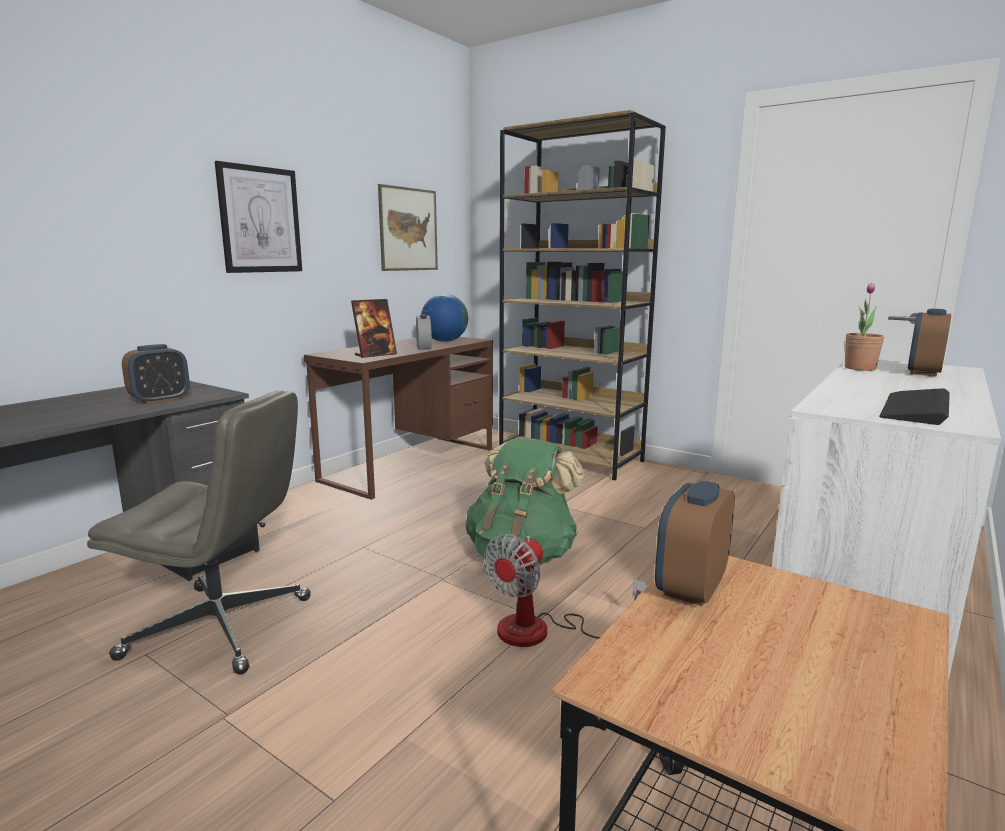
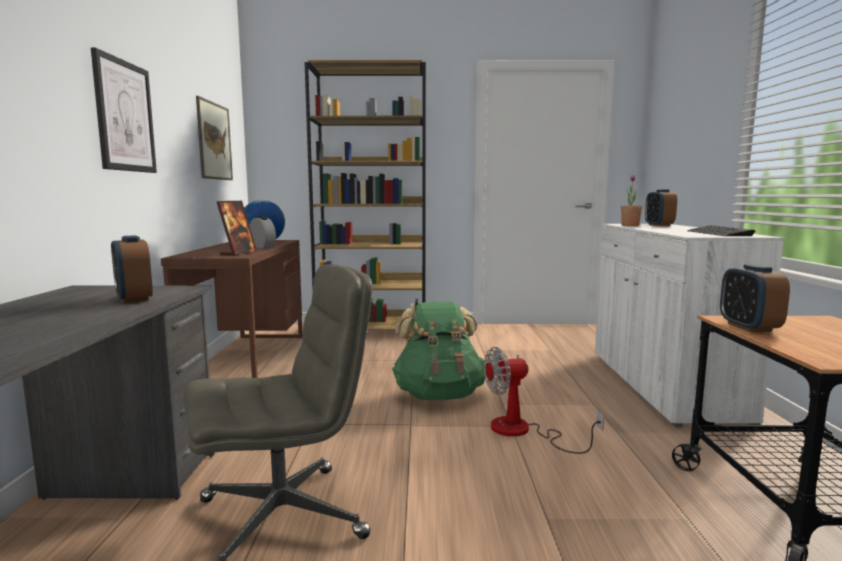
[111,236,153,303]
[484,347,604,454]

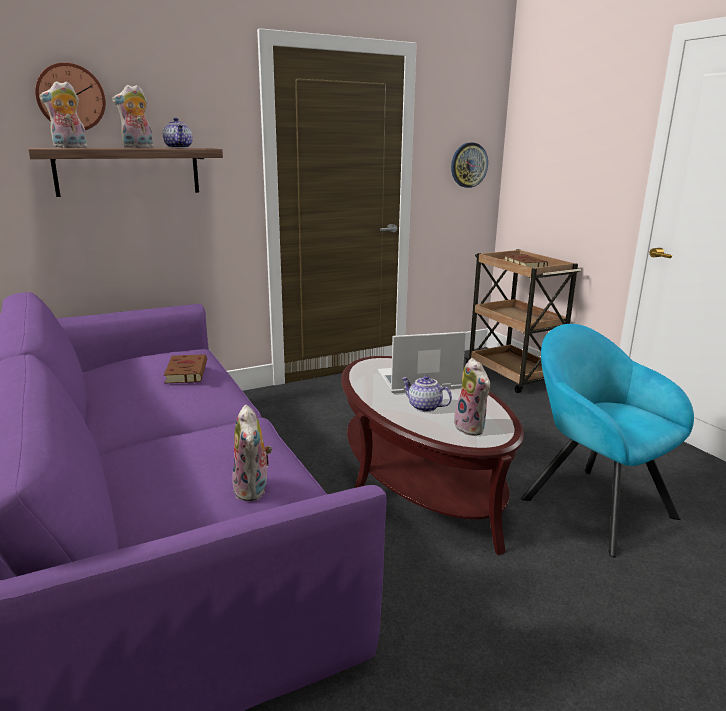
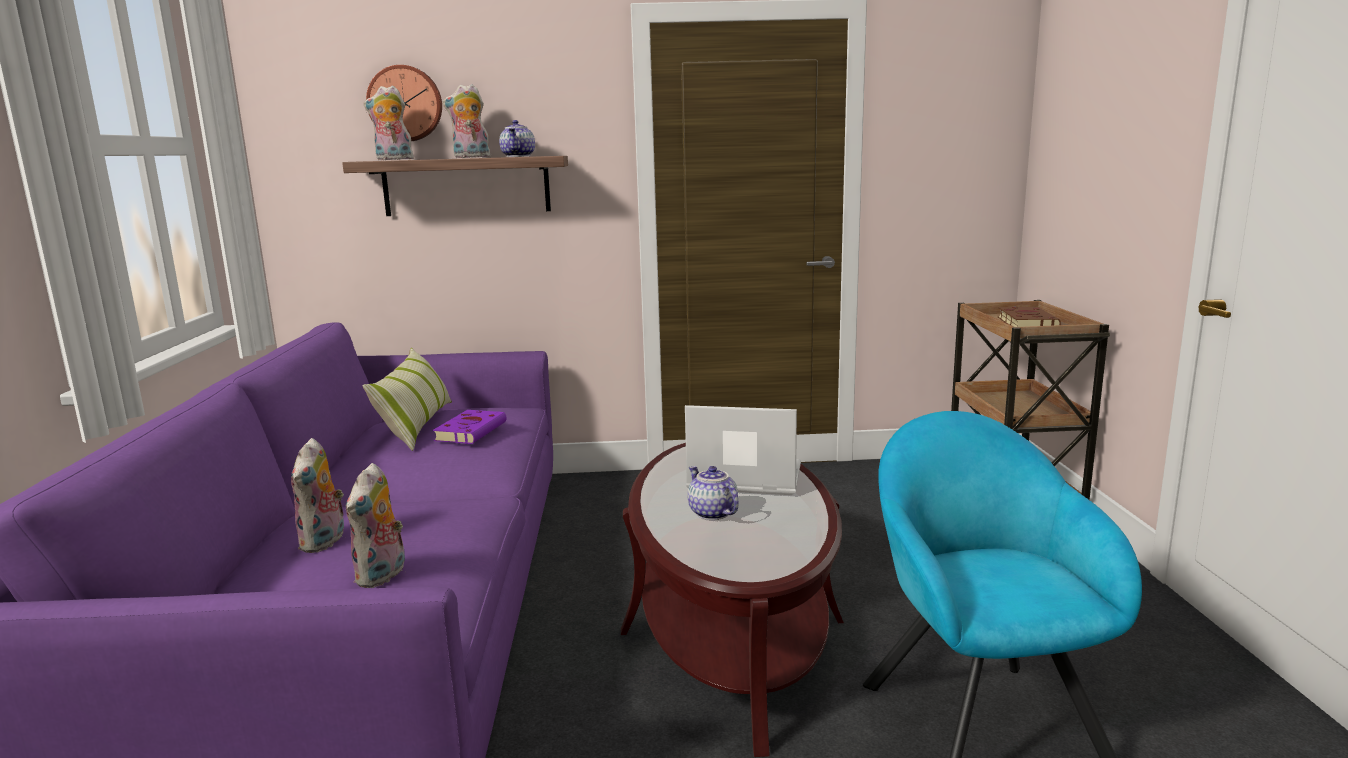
[451,143,488,188] (first image)
[362,348,452,451]
[291,438,344,553]
[433,410,507,444]

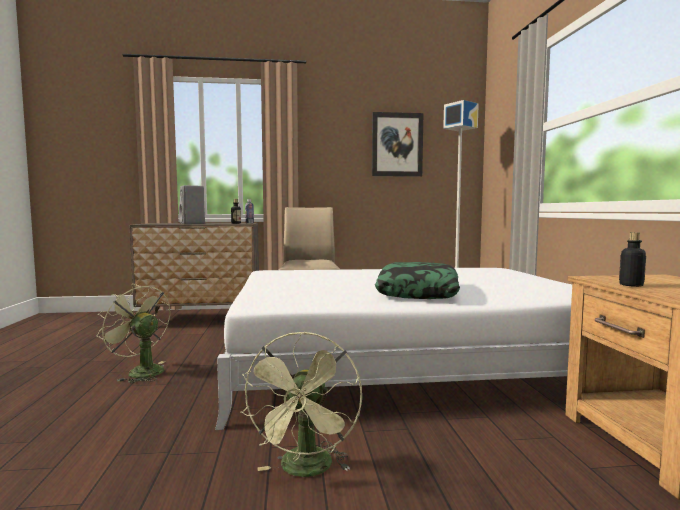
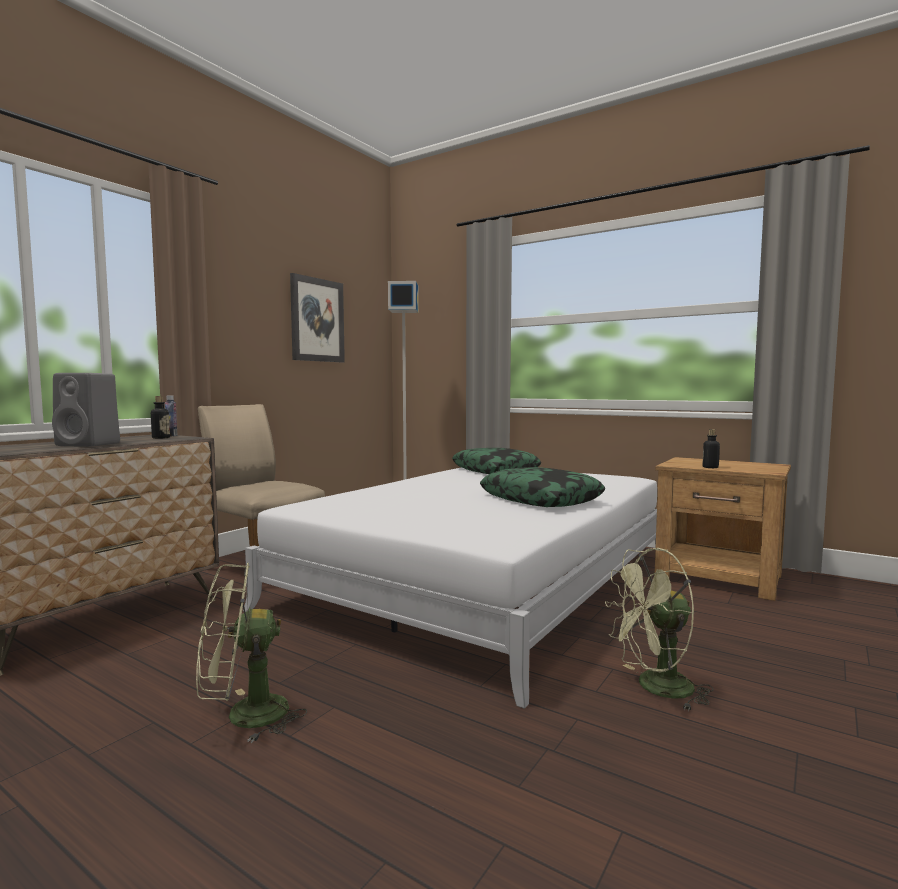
[452,448,541,474]
[605,548,714,711]

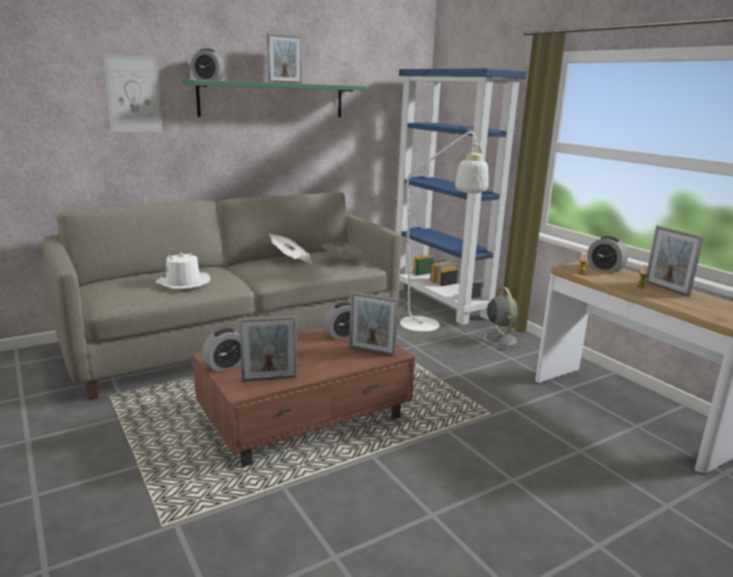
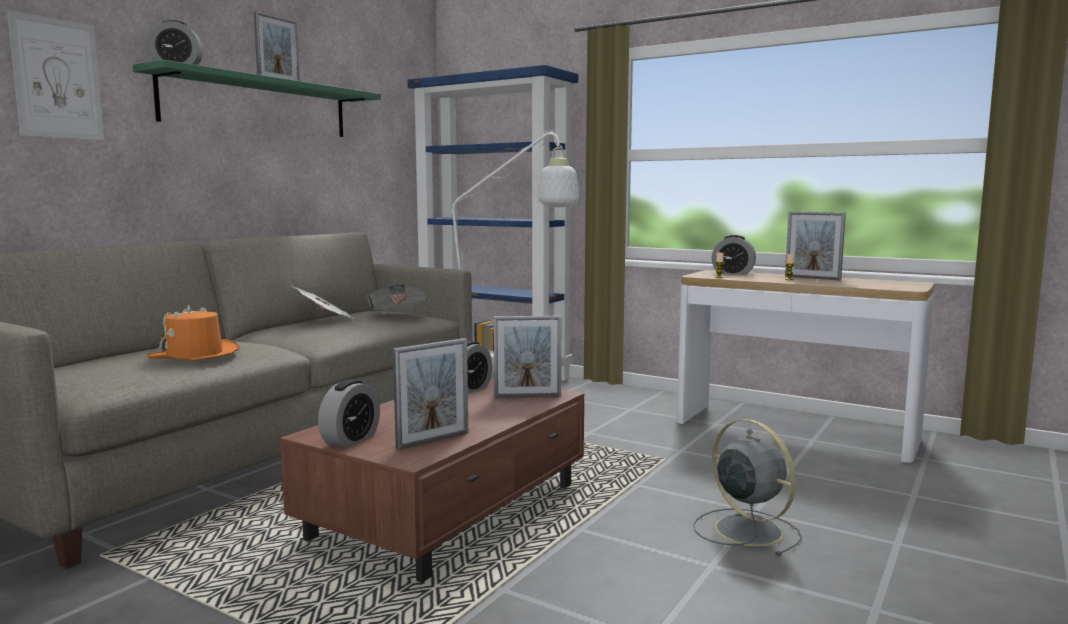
[693,419,802,556]
[147,304,240,361]

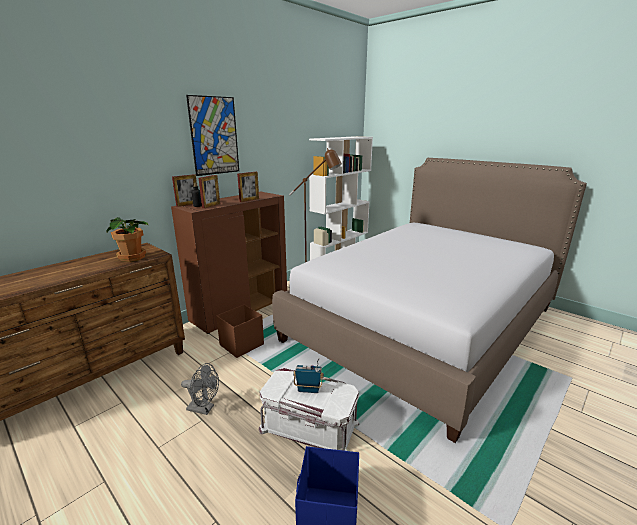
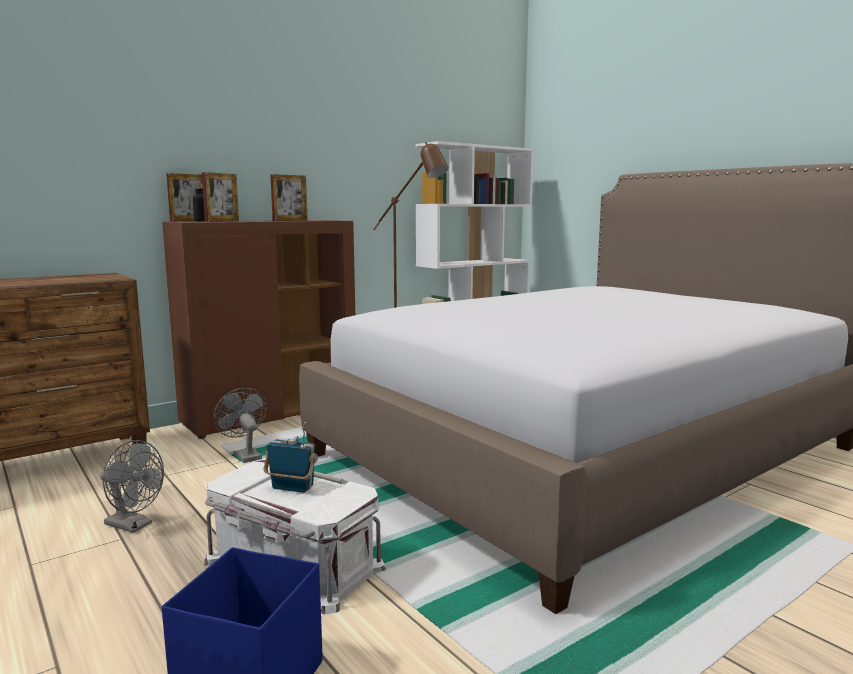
[106,217,149,262] (first image)
[186,95,239,176] (first image)
[213,388,267,463]

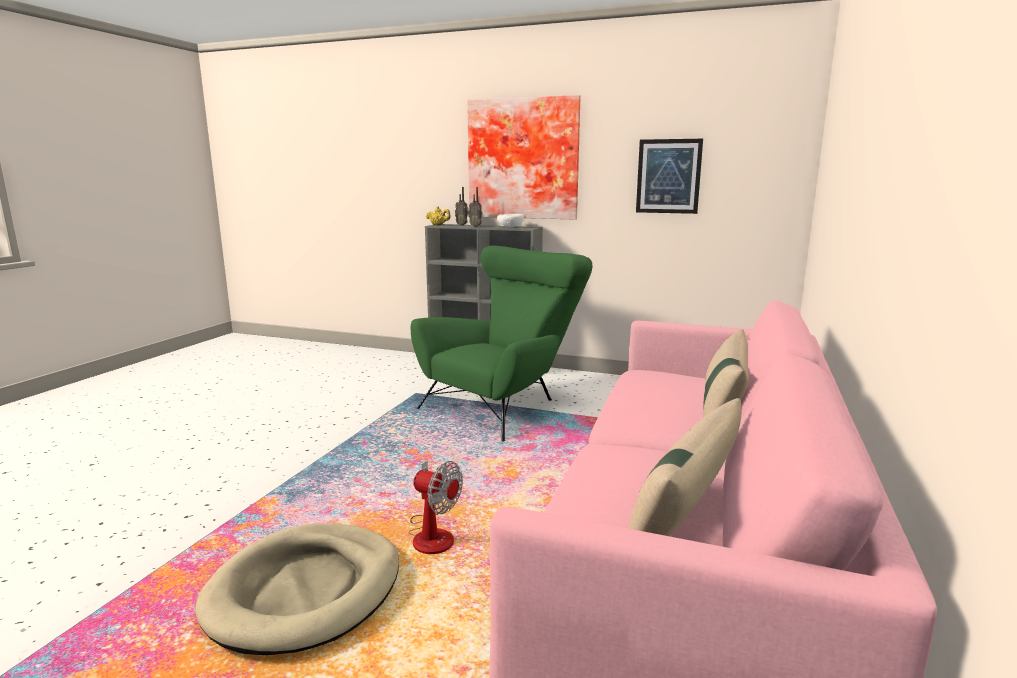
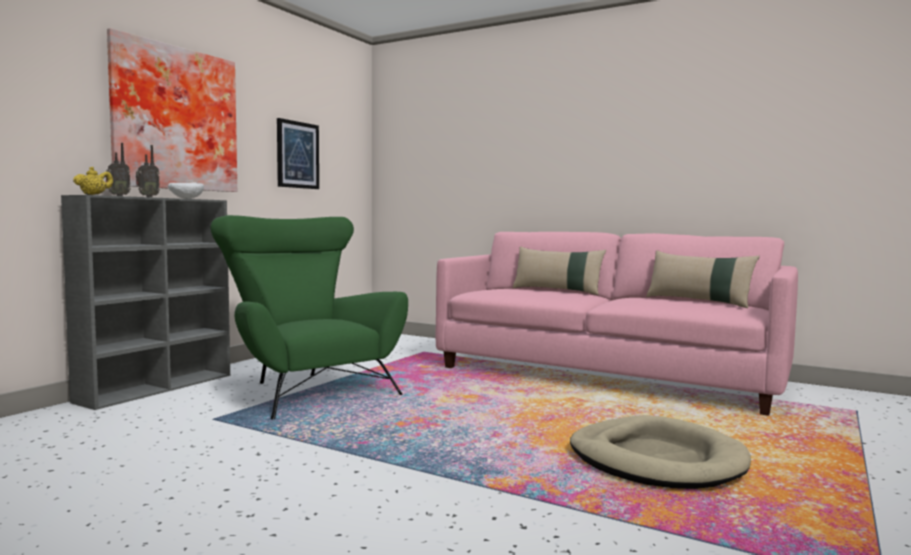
[409,461,463,554] (first image)

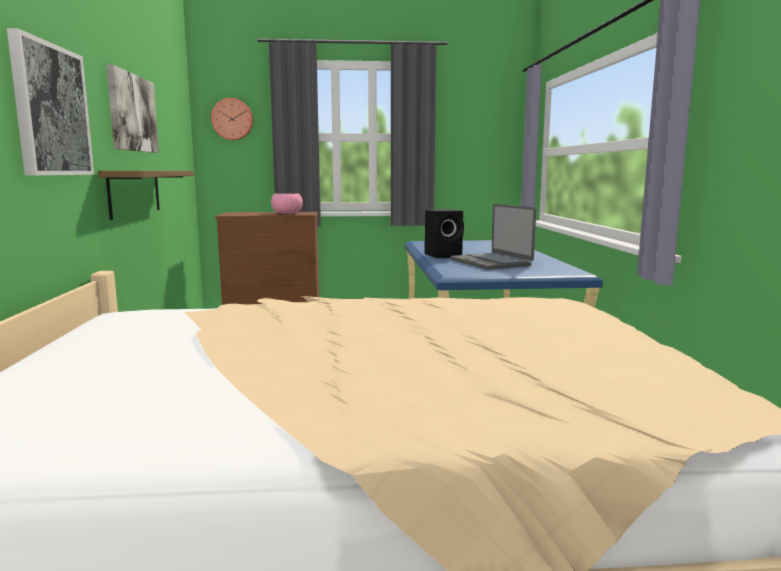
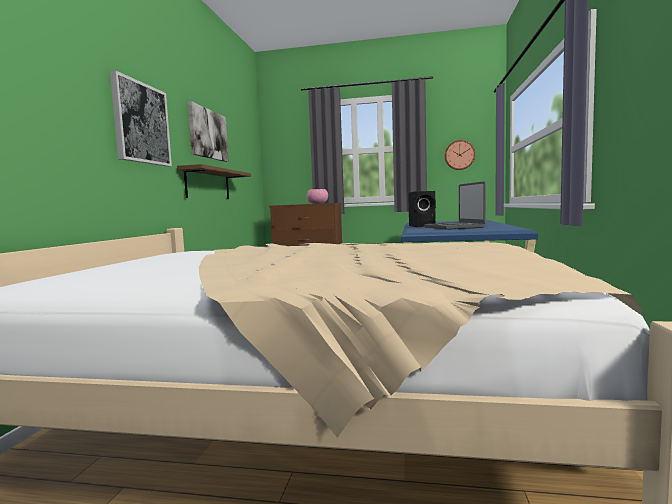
[445,140,475,170]

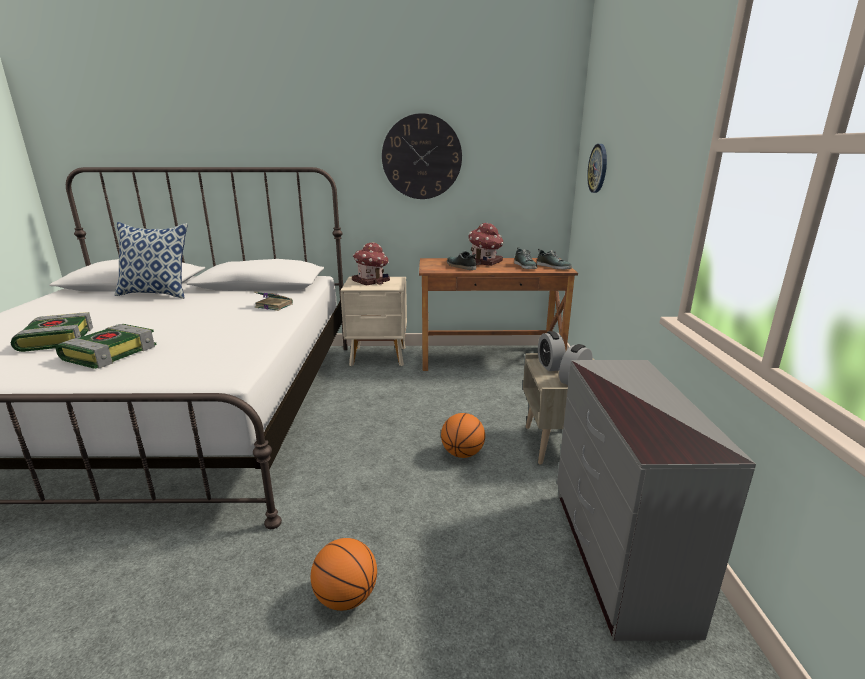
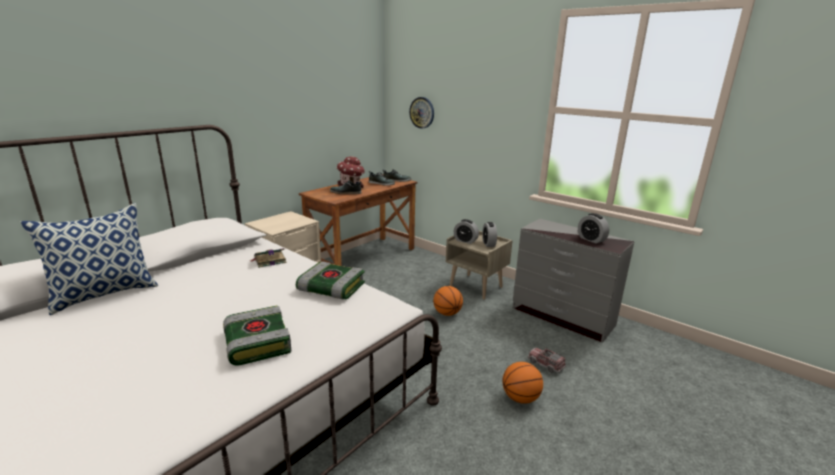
[352,242,390,286] (first image)
[382,113,462,199] (first image)
[528,347,567,373]
[578,213,609,244]
[296,261,365,299]

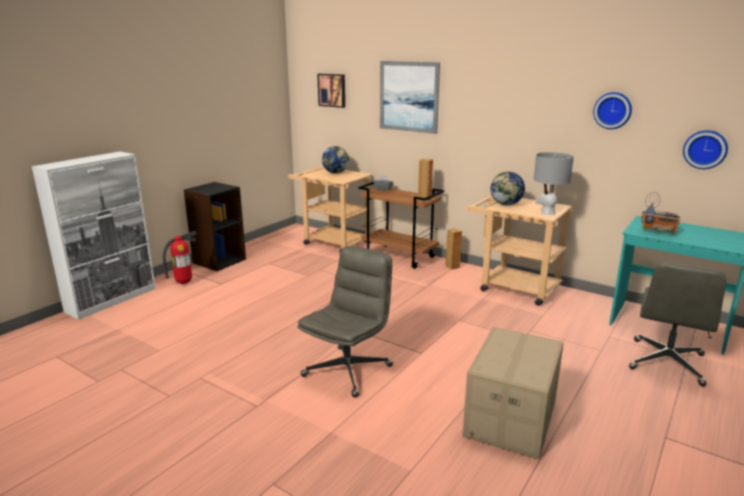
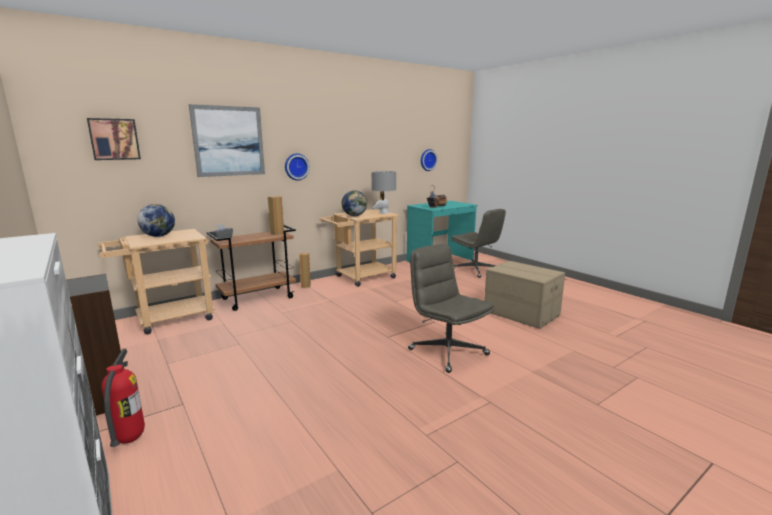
[285,153,310,180]

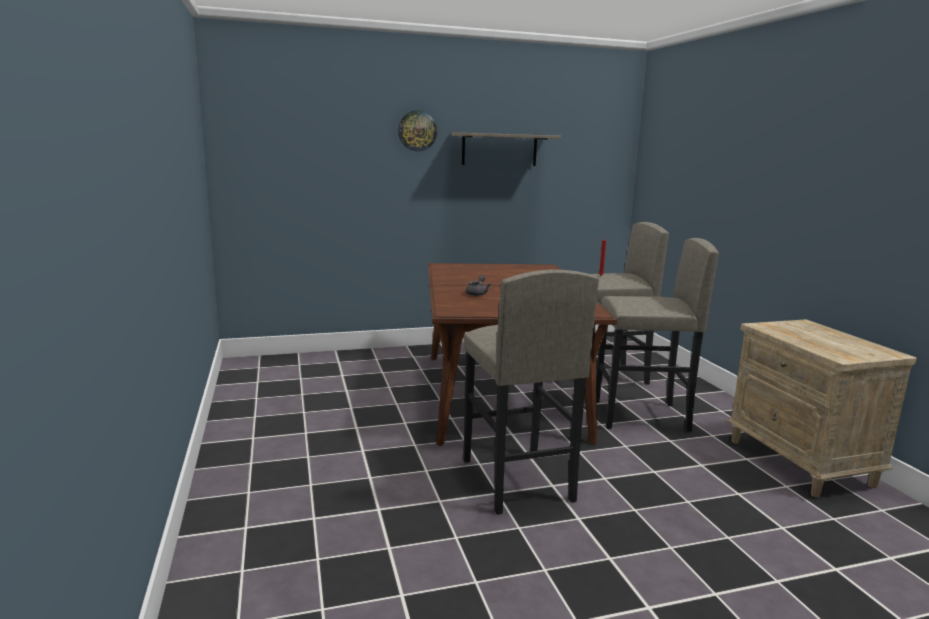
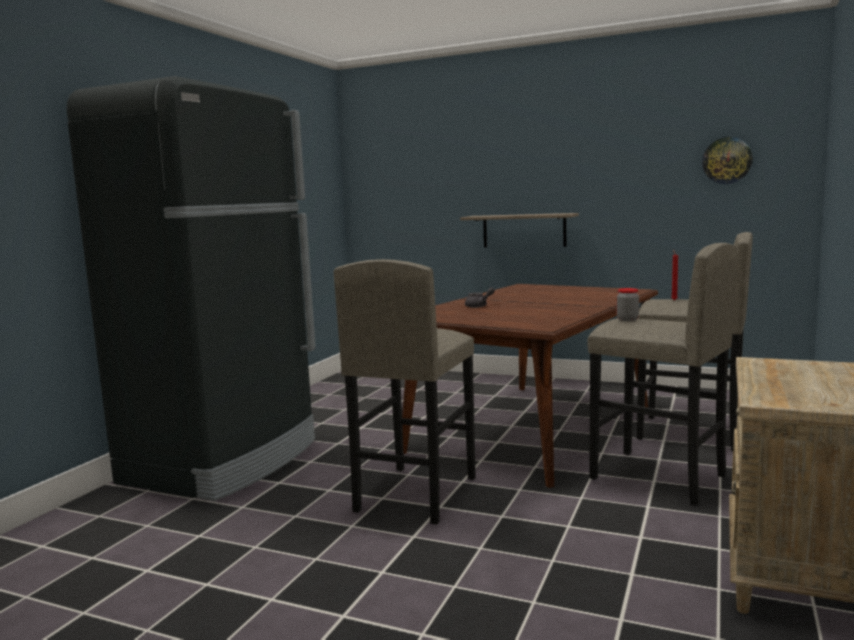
[67,76,316,501]
[617,288,639,321]
[702,137,753,184]
[460,213,579,247]

